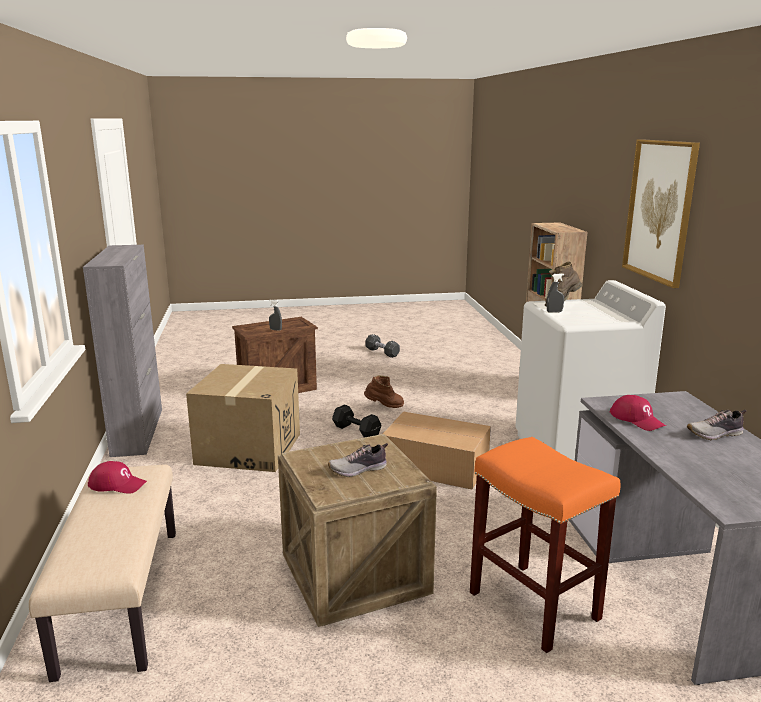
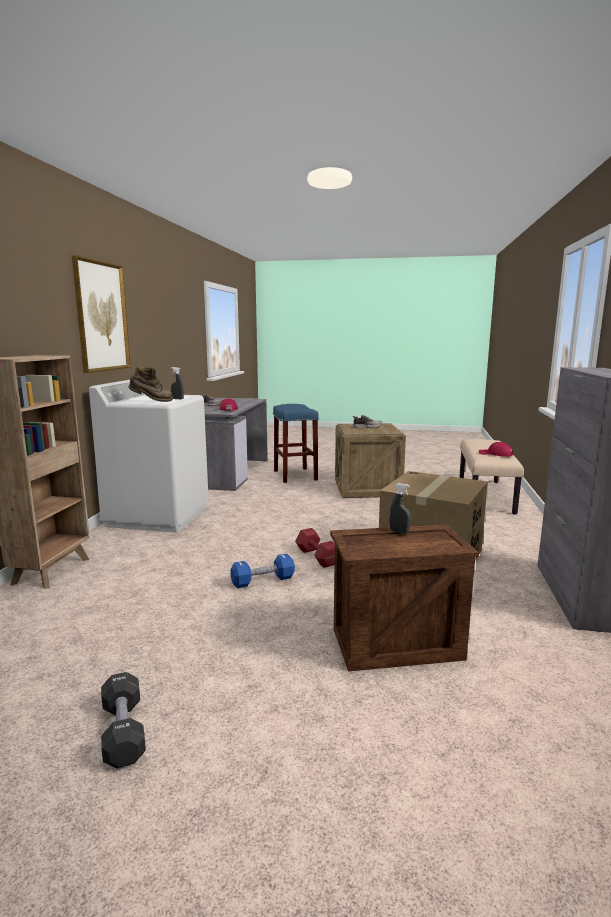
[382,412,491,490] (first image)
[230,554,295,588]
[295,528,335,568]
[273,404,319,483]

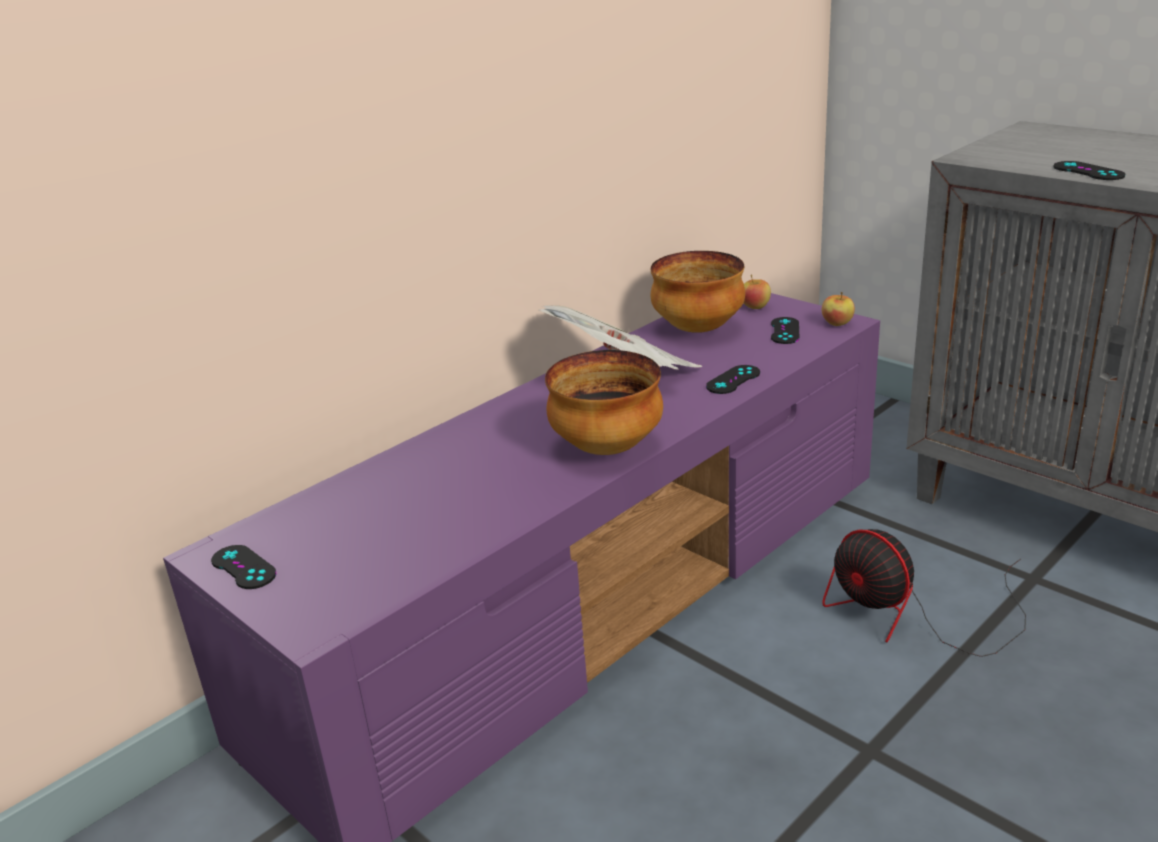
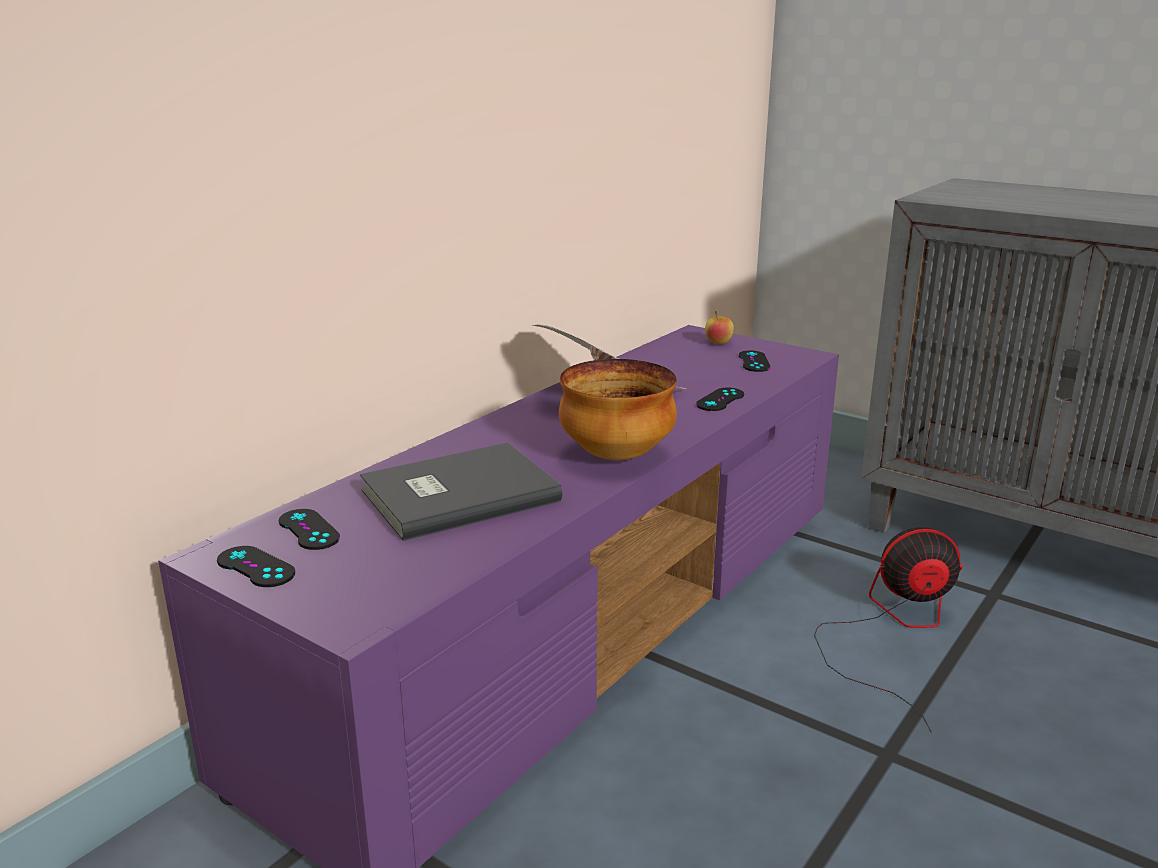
[651,251,745,333] (first image)
[822,292,855,326] (first image)
[360,443,562,541]
[279,509,340,550]
[814,527,963,733]

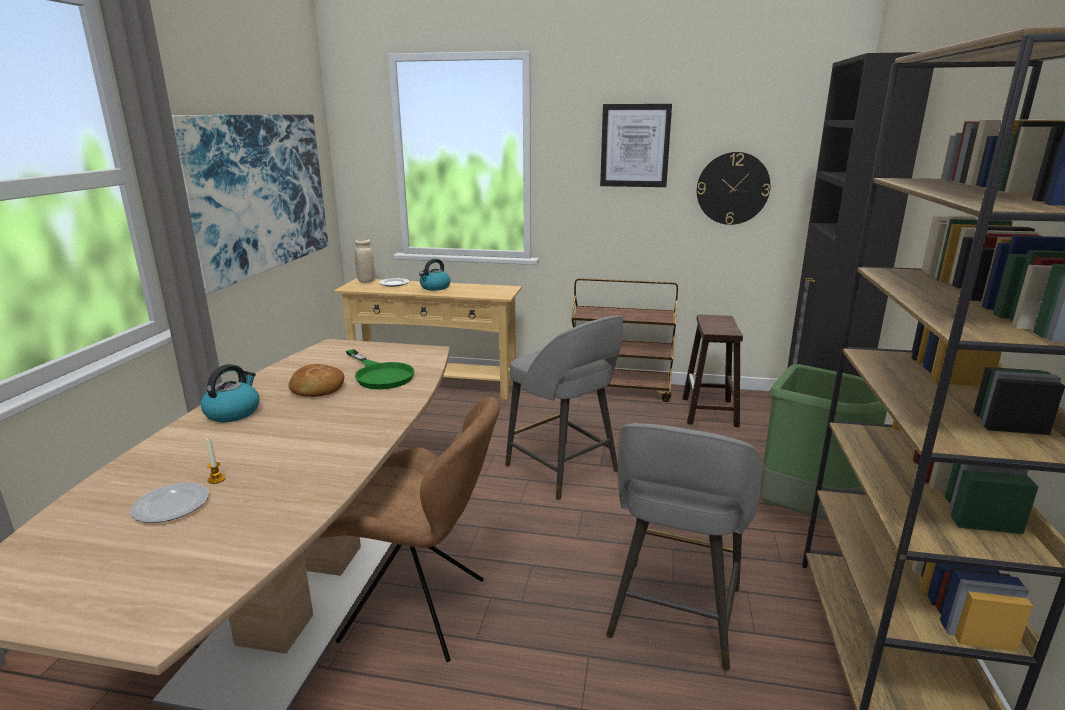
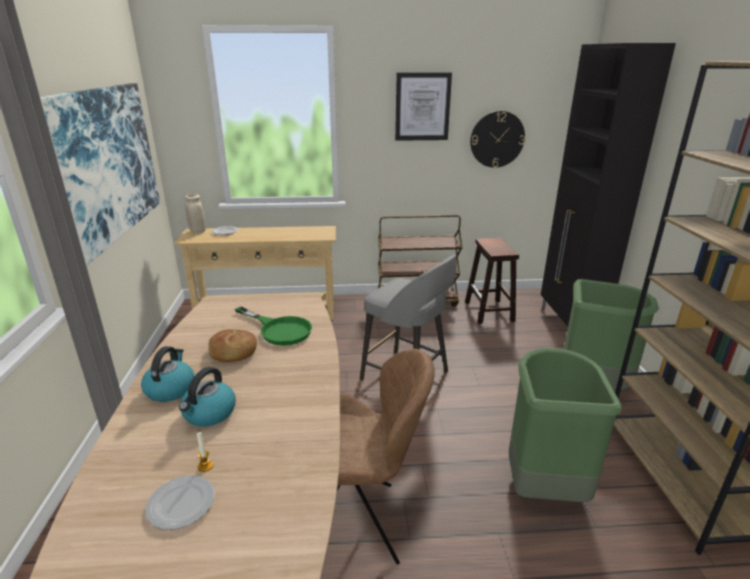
[179,367,236,426]
[509,348,622,502]

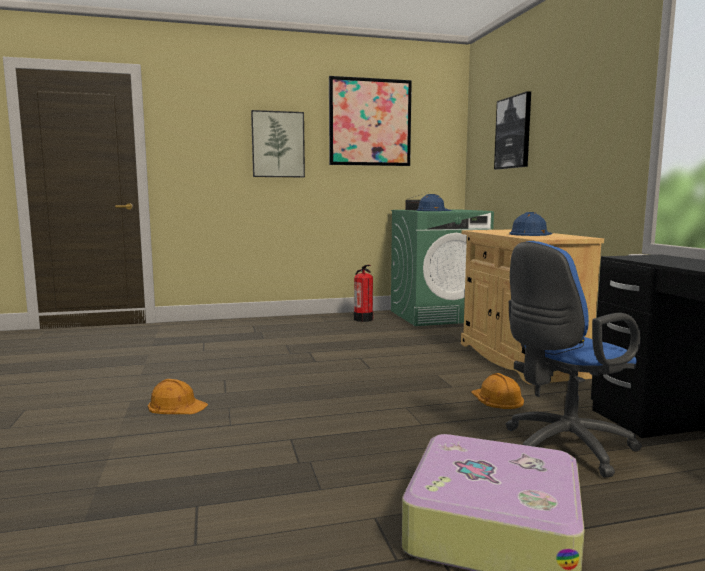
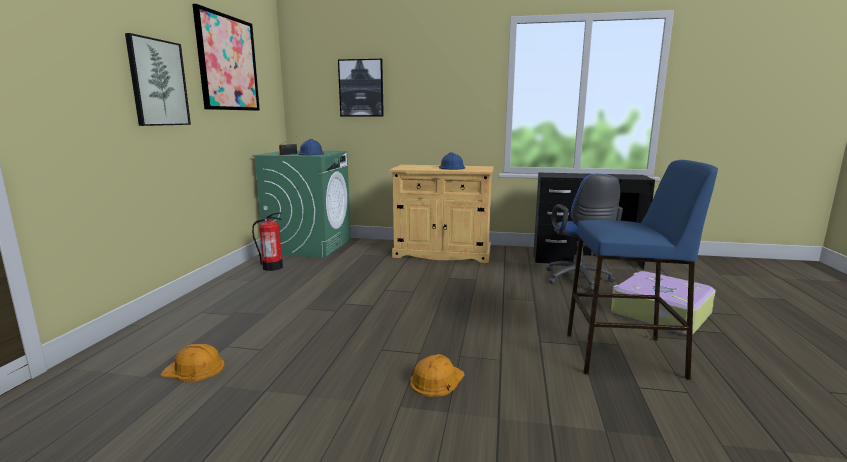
[567,160,718,380]
[161,344,225,381]

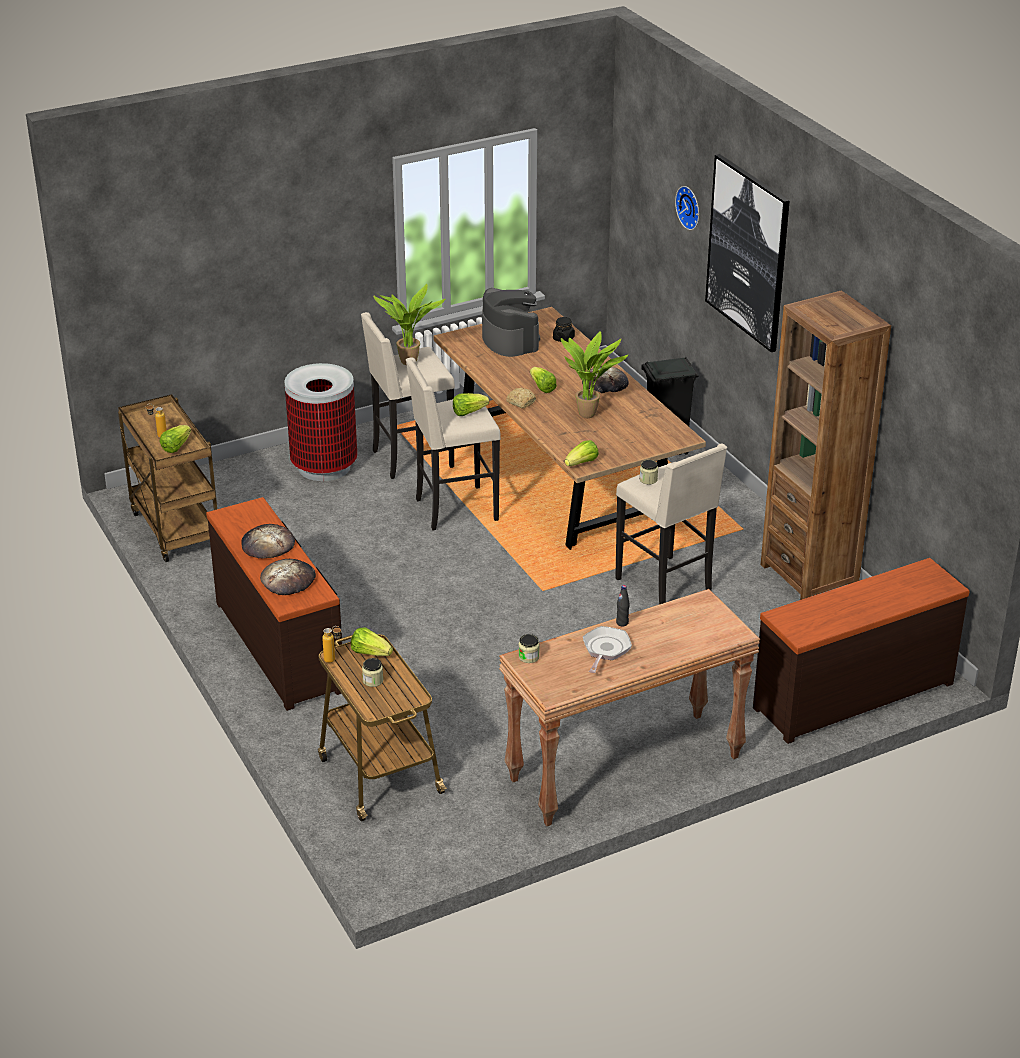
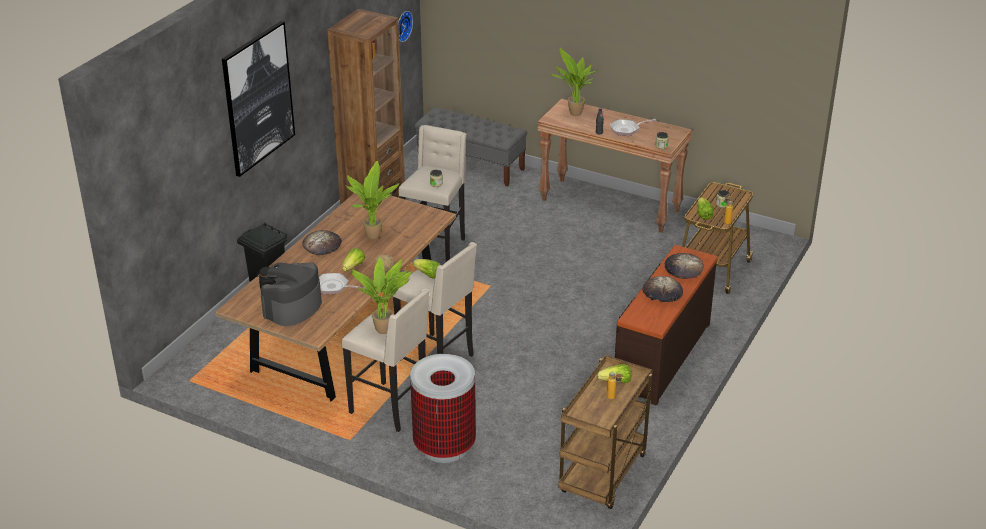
[565,440,599,466] (first image)
[319,273,366,294]
[550,48,597,116]
[398,11,413,42]
[415,108,527,187]

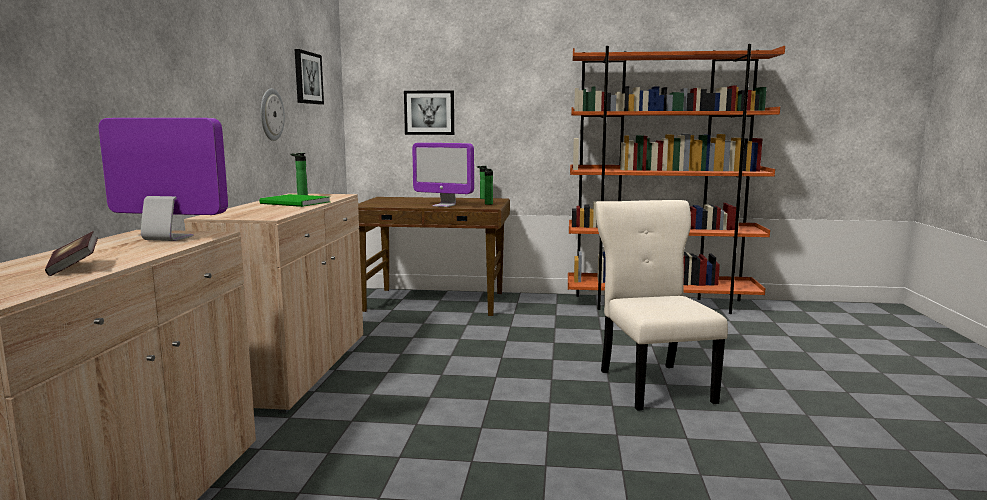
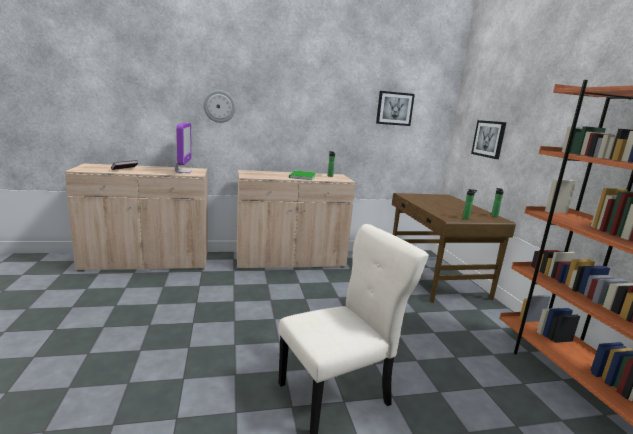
[412,143,474,207] (first image)
[203,90,236,123]

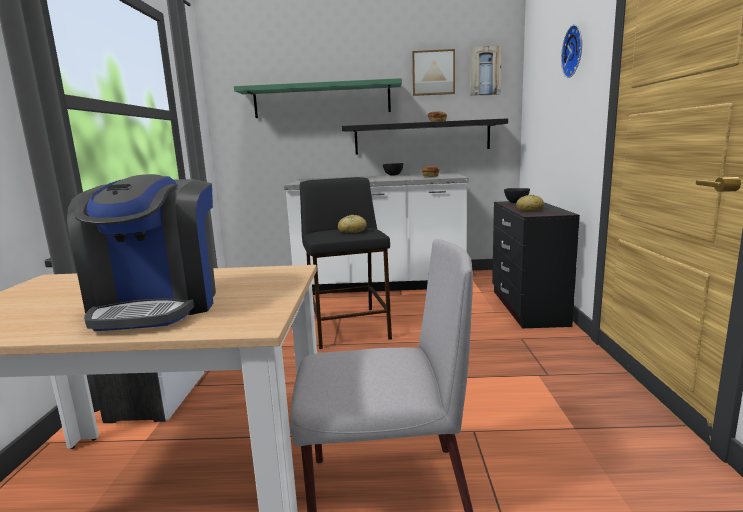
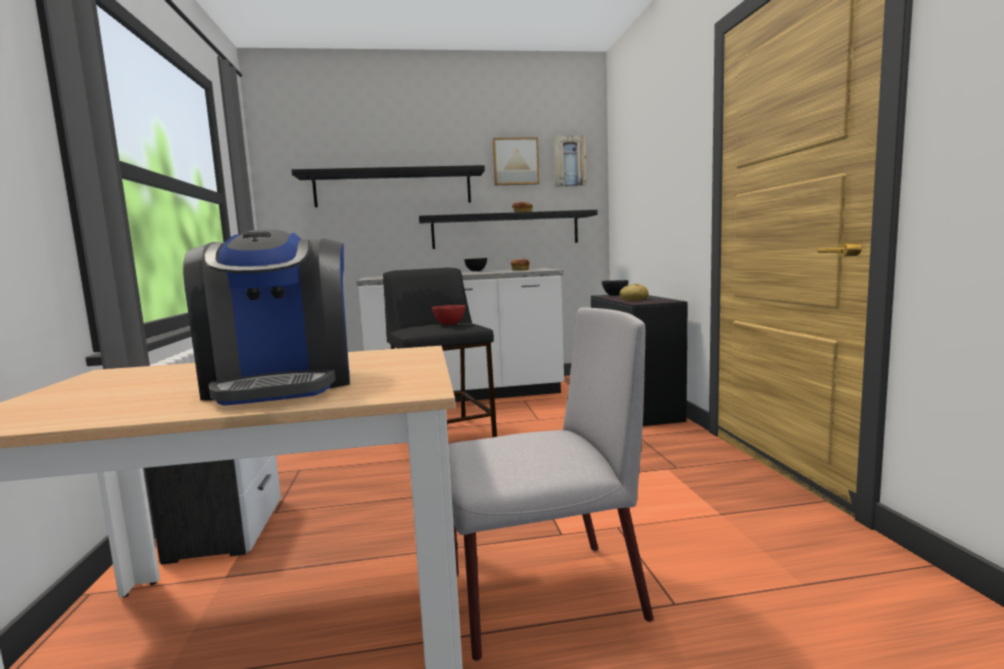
[561,25,582,78] (first image)
[432,305,465,325]
[291,165,485,207]

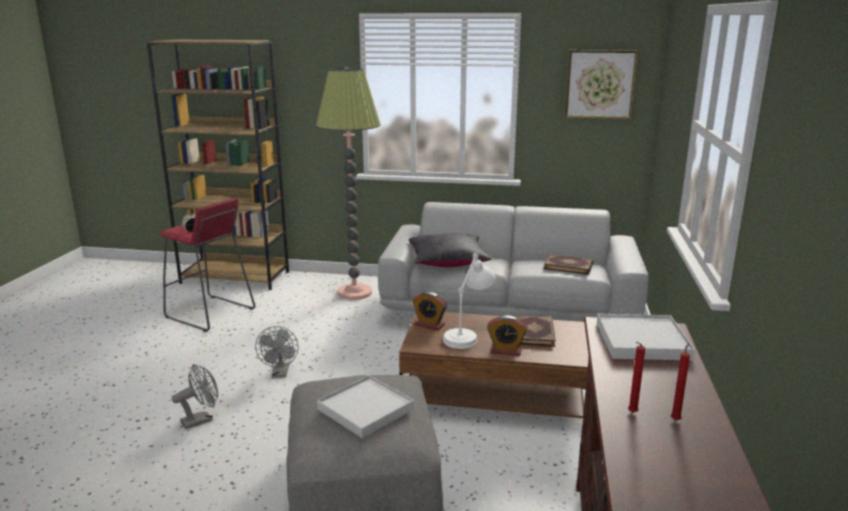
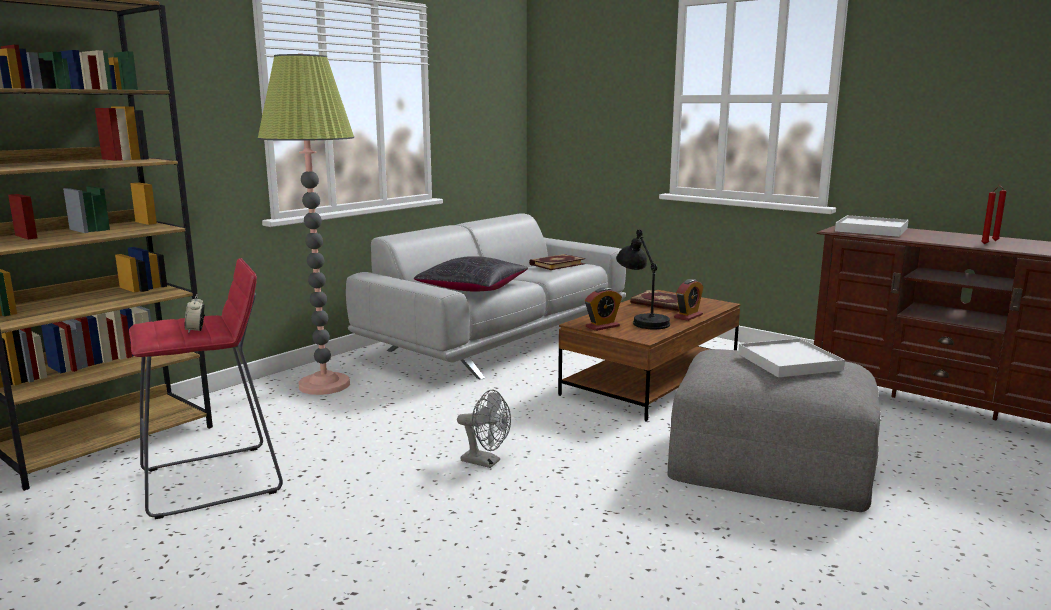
[172,364,218,429] (first image)
[565,50,638,119] (first image)
[616,230,670,330]

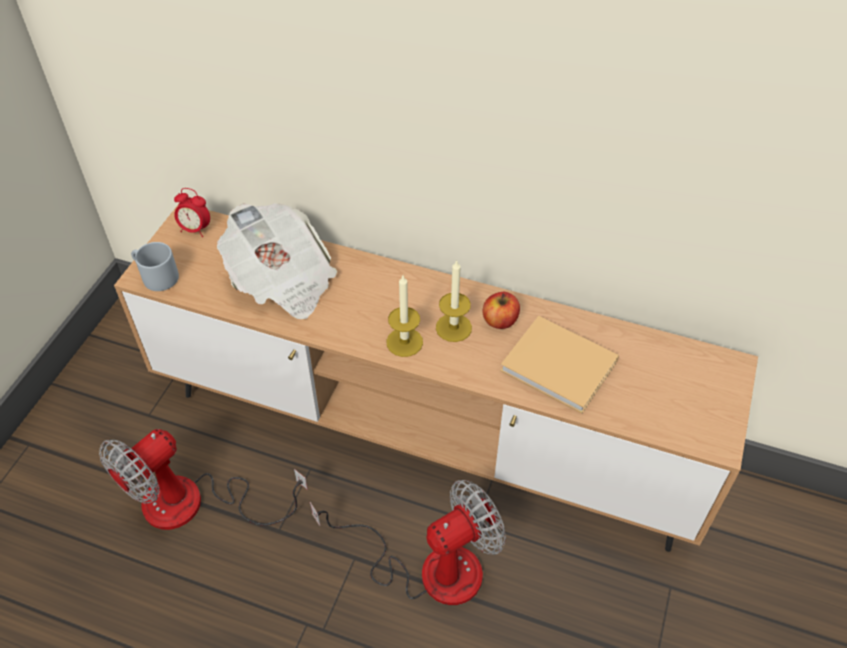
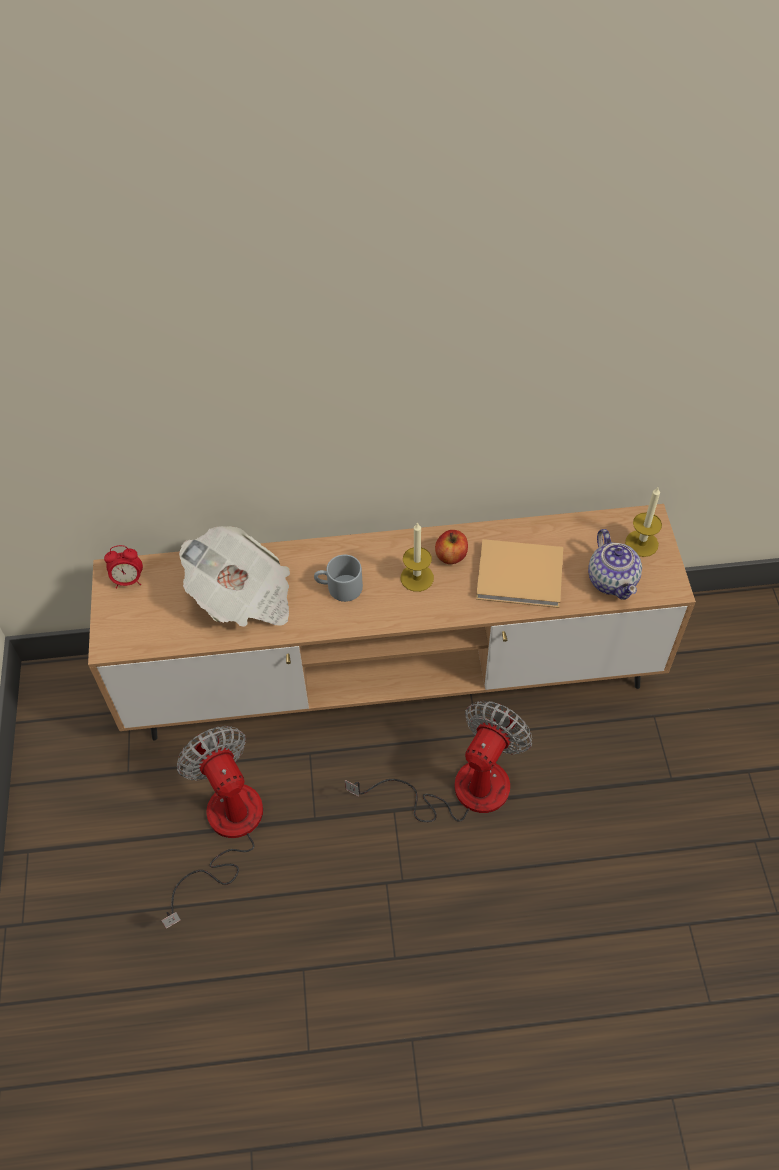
[588,529,642,600]
[314,555,363,602]
[625,487,662,557]
[161,726,263,928]

